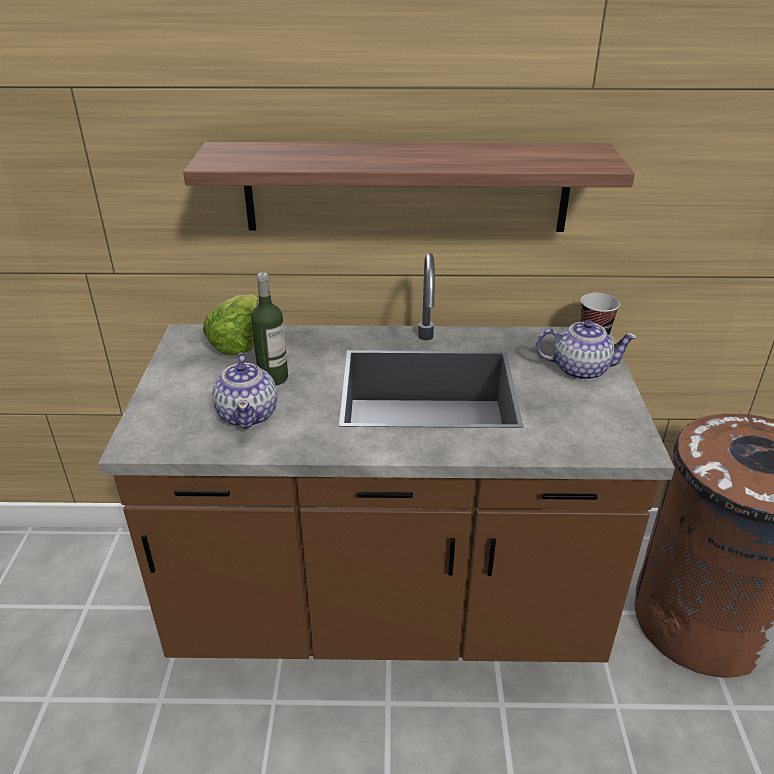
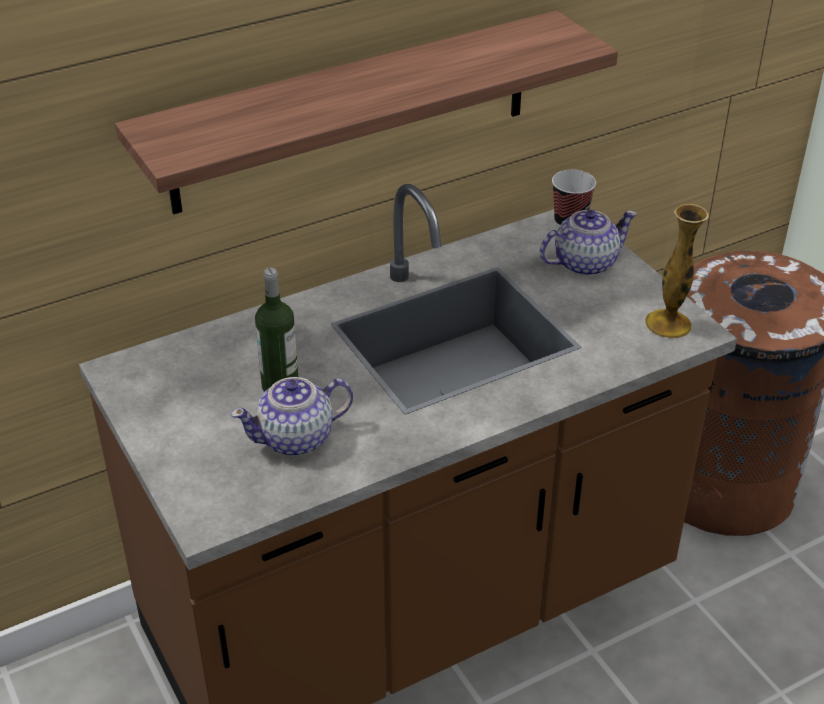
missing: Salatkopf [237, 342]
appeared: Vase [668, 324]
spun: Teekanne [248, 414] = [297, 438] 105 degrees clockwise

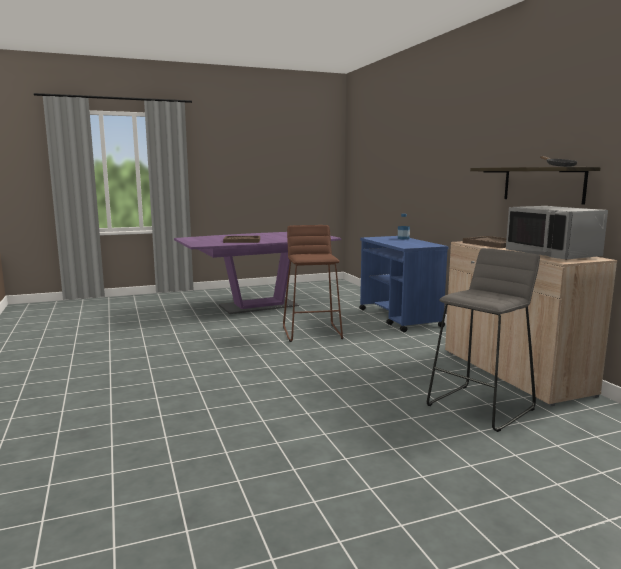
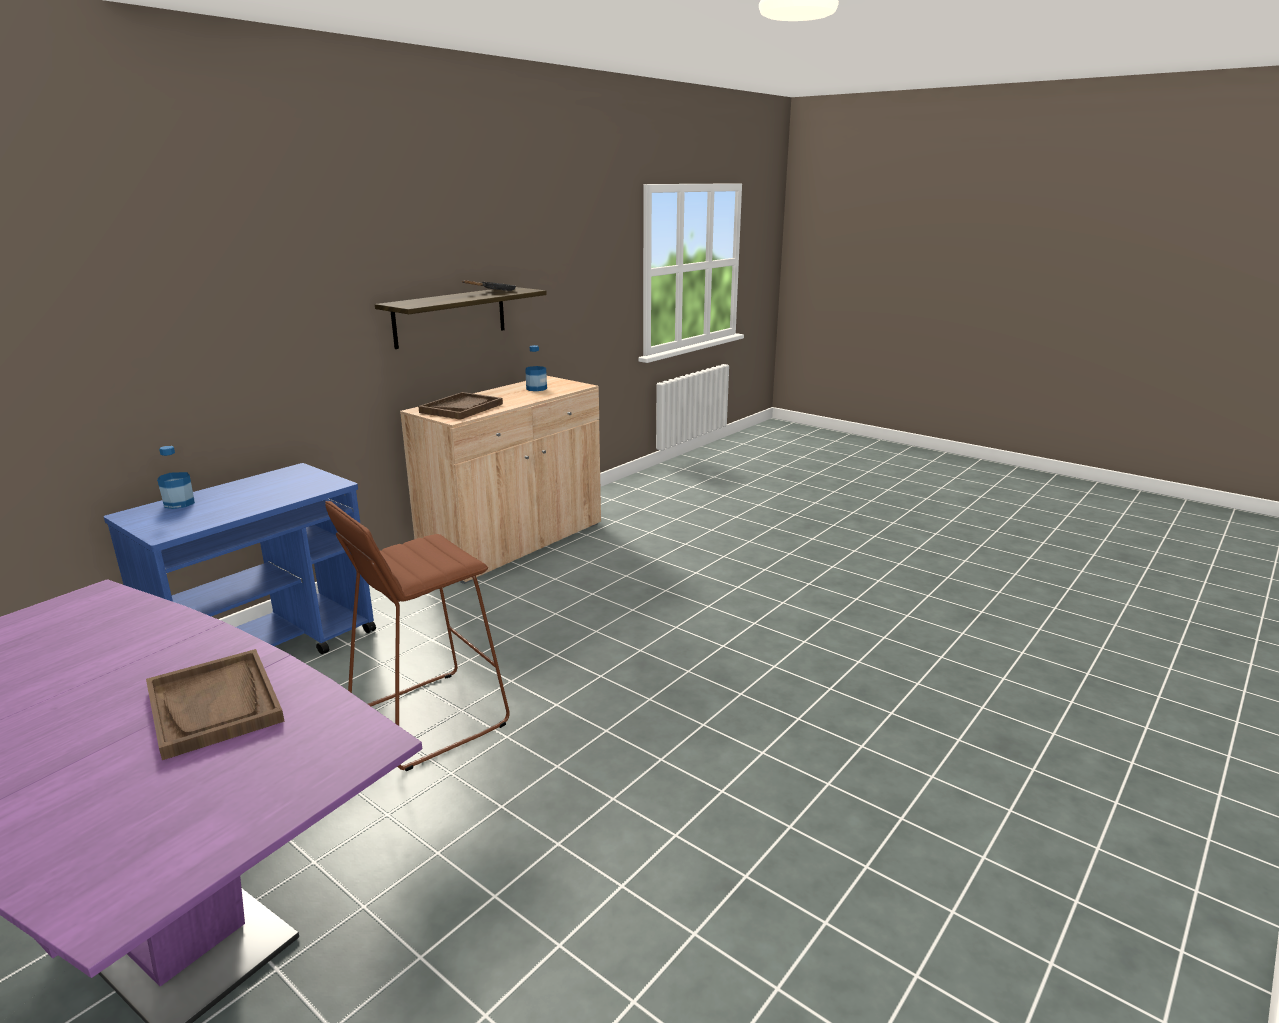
missing: Hocker [grau] [480, 407]
exchanged: Mikrowelle [grau] [553, 254] to Flasche [536, 388]

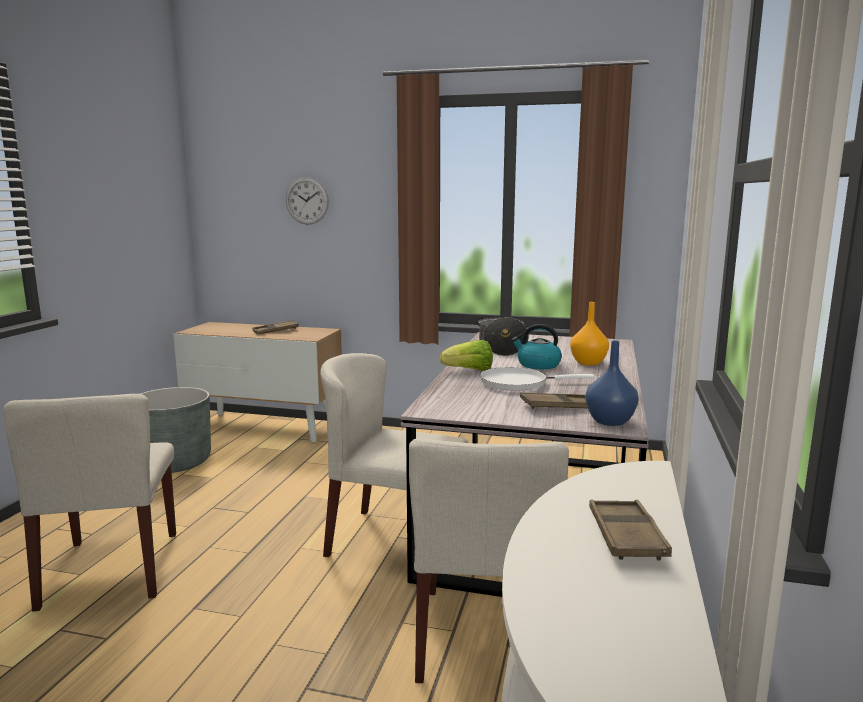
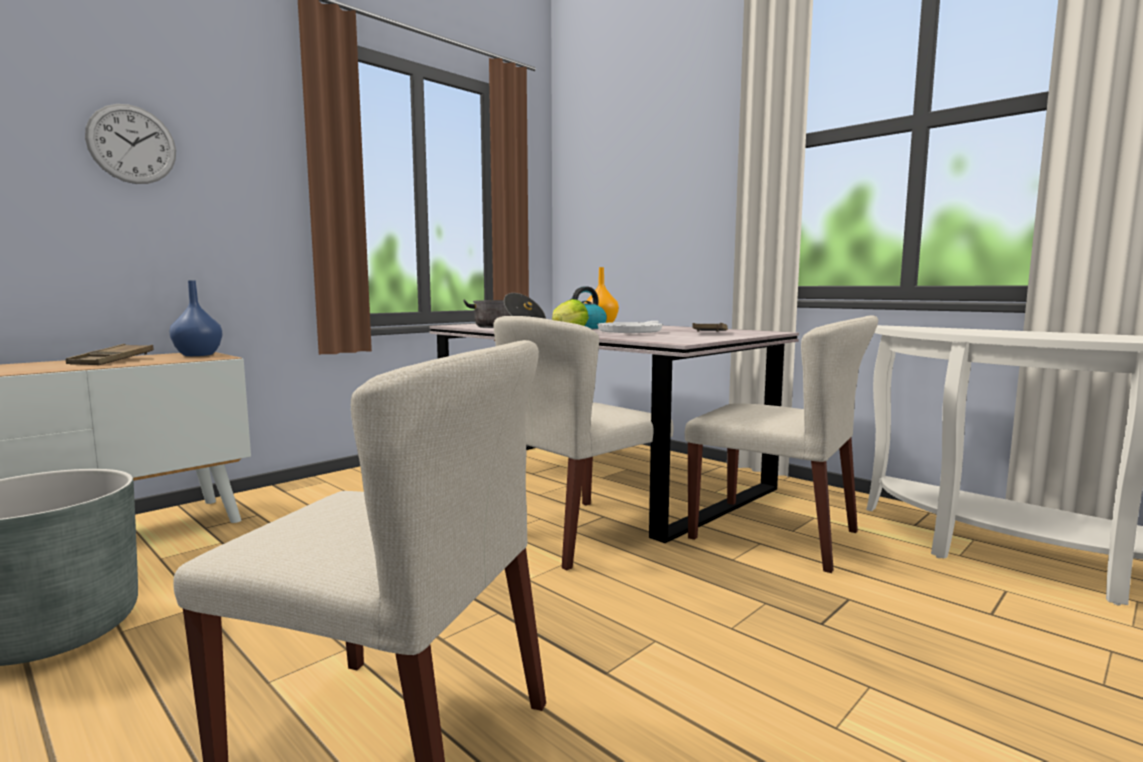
missing: Tablett [braun] [626, 536]
relocated: Vase [blau] [610, 422] to [199, 355]

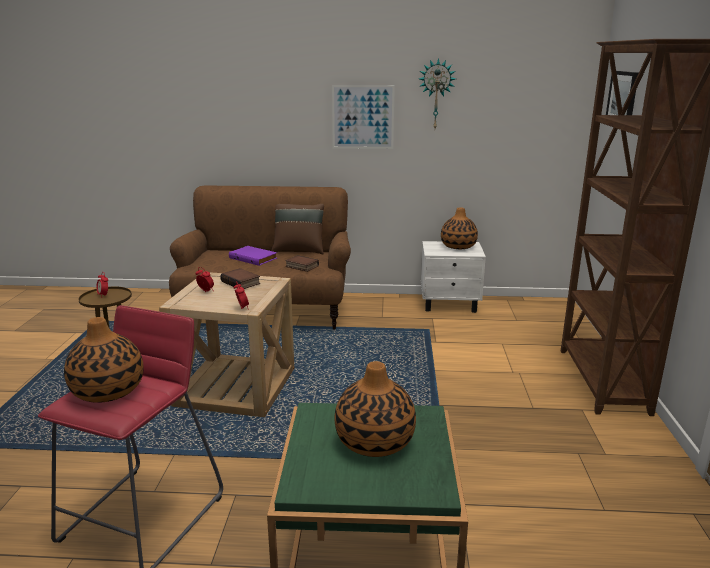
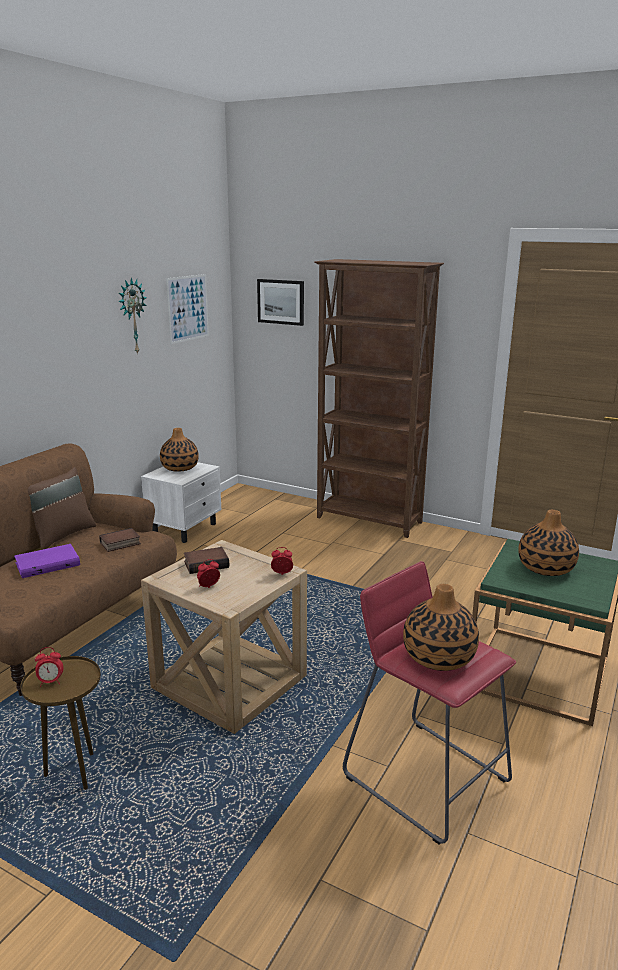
relocated: Bild [363, 117] to [188, 308]

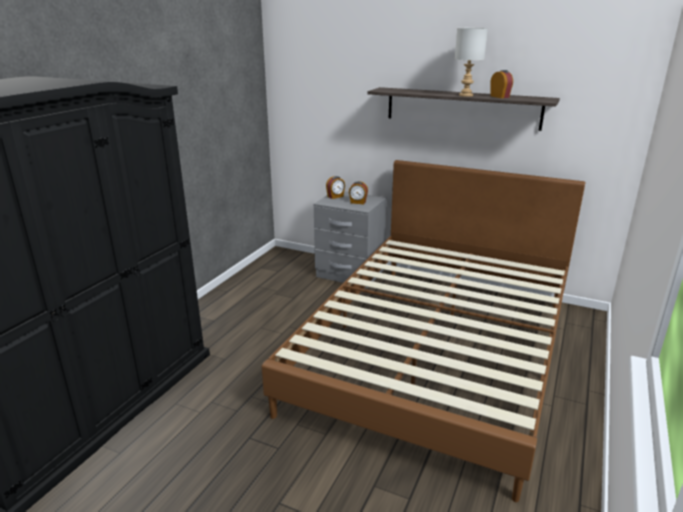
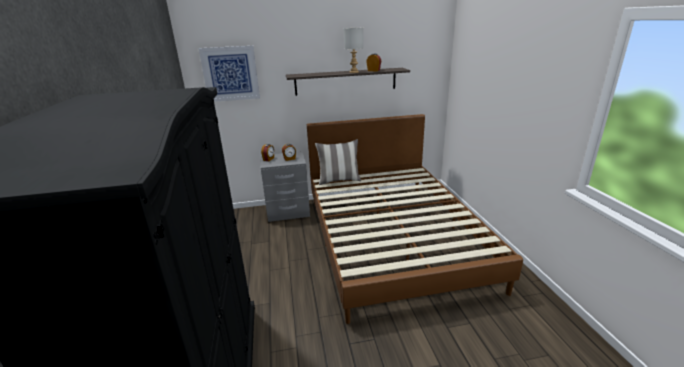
appeared: Bild [230, 74]; Kissen [339, 180]

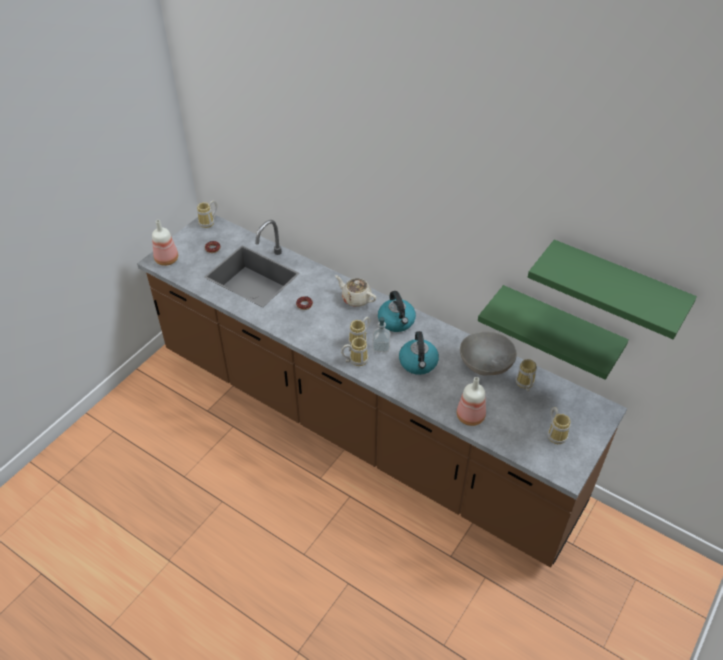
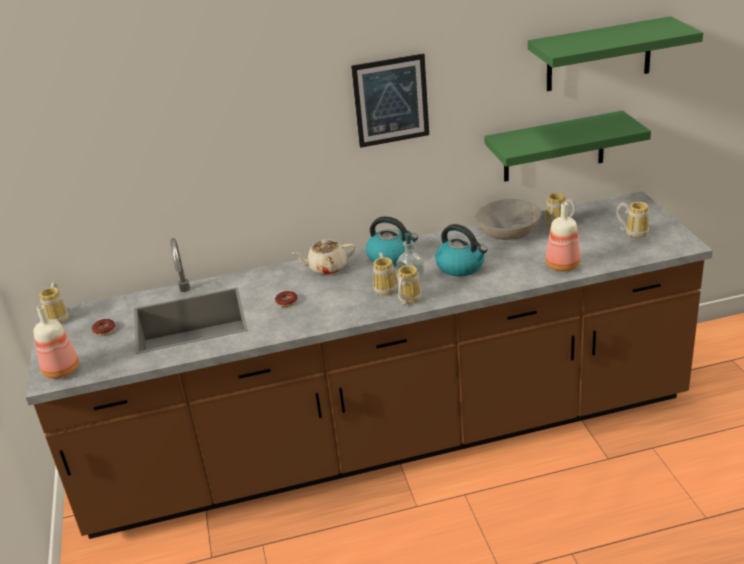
appeared: Bild [391, 100]

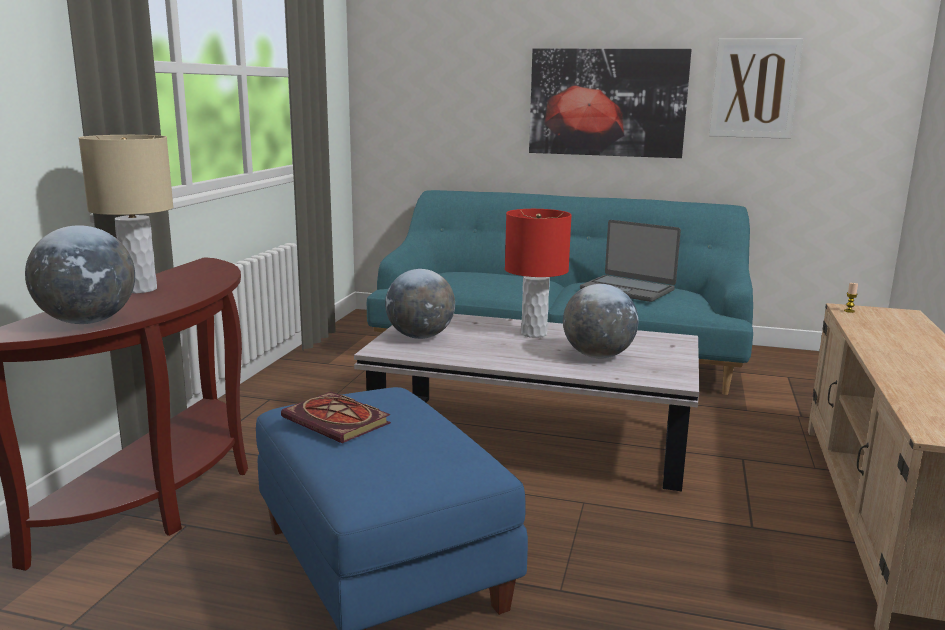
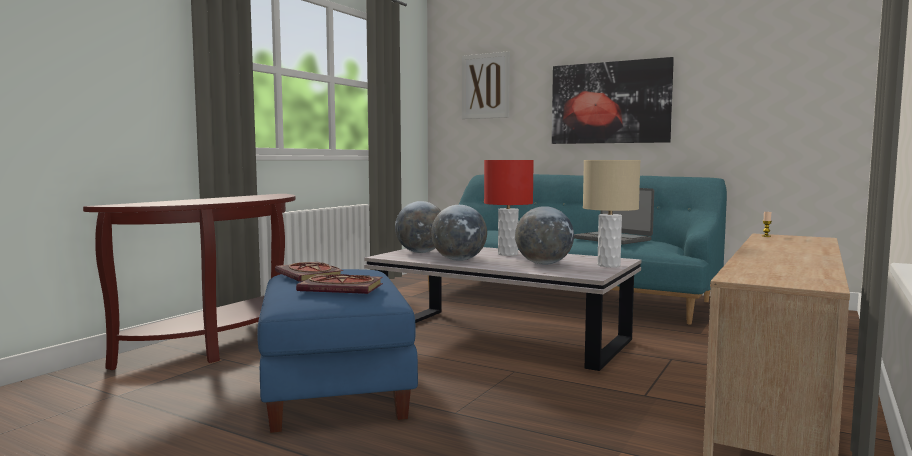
appeared: Buch [343, 288]
relocated: Globus [88, 322] to [459, 260]; Tischlampe [beige] [139, 289] to [608, 265]; Bild [754, 88] to [485, 86]

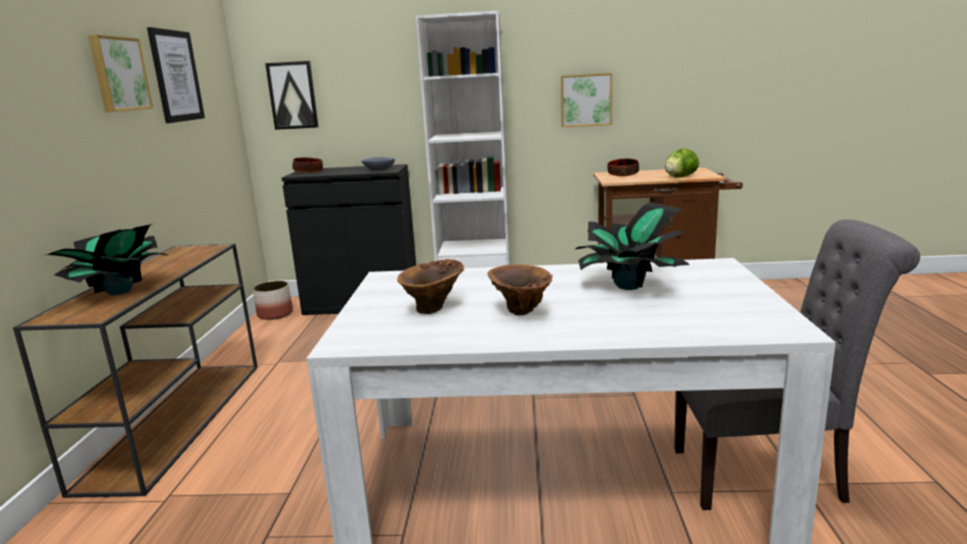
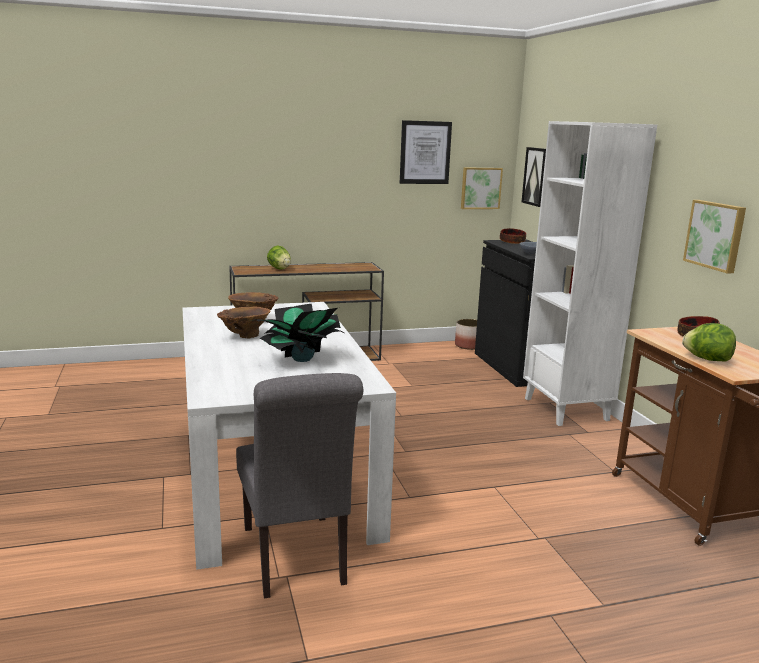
relocated: Bild [118, 74] to [480, 188]
exchanged: Topfpflanze [118, 292] to Salatkopf [279, 269]

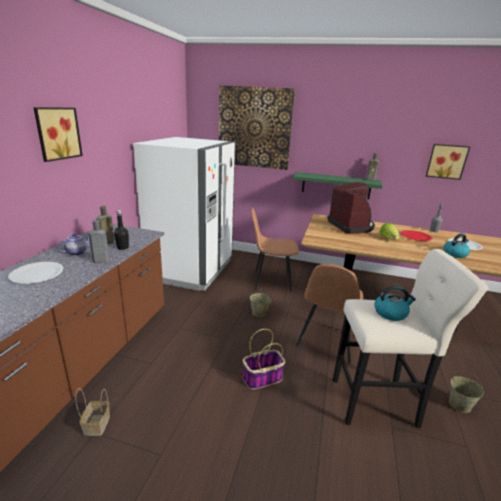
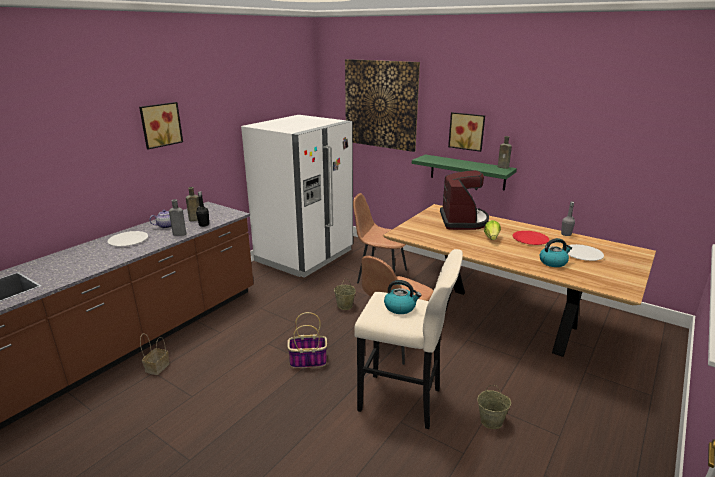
relocated: Bild [446, 161] to [467, 131]

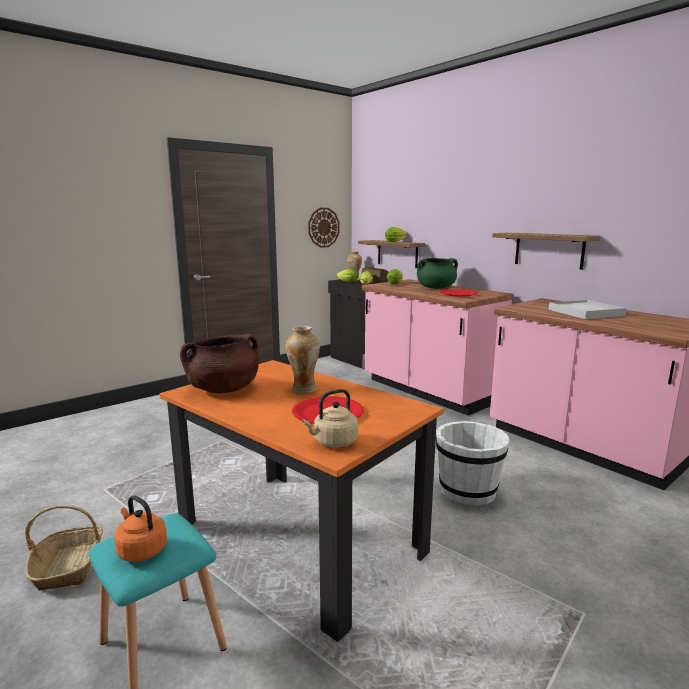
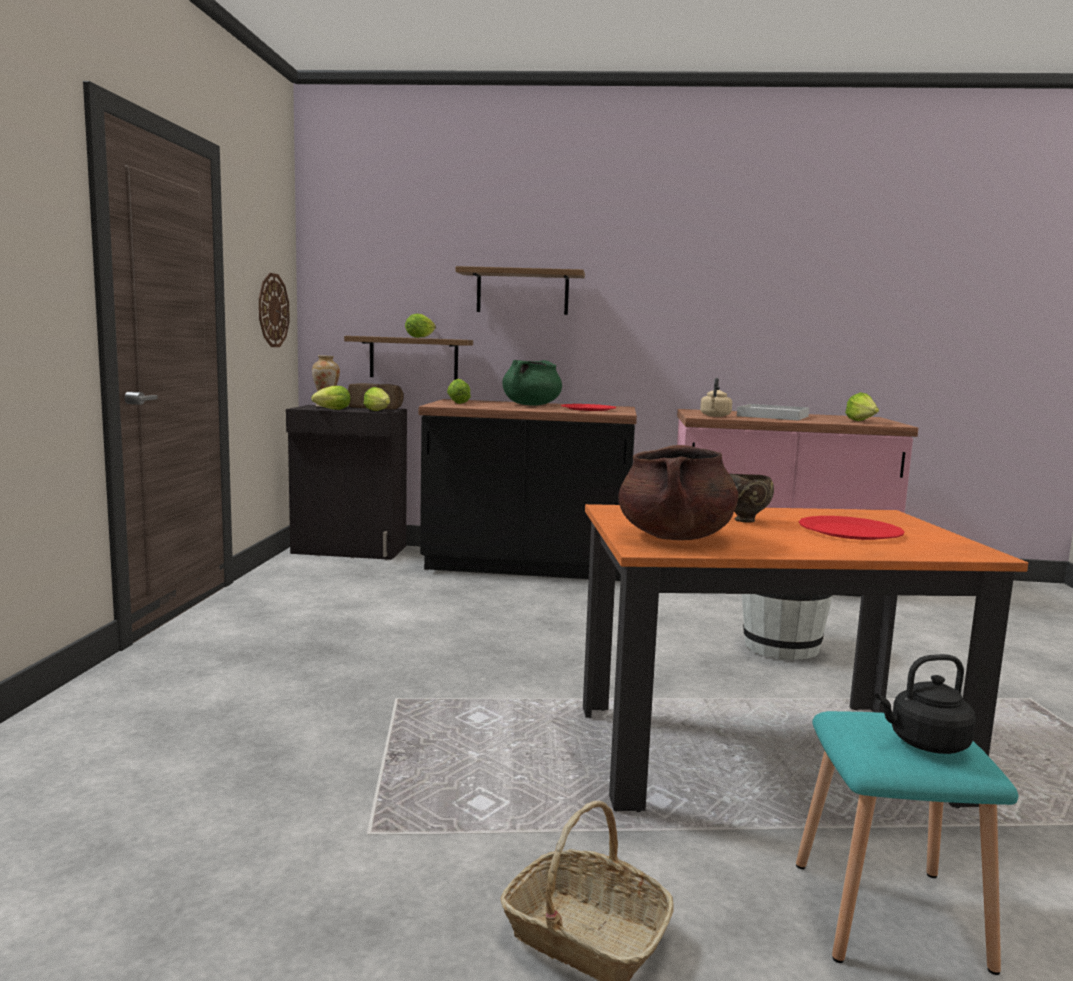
appeared: Salatkopf [862, 422]
relocated: Wasserkessel [beige] [333, 442] to [715, 416]; Wandregal [549, 250] to [522, 292]
exchanged: Vase [304, 389] to Schüssel [braun] [745, 520]
colour: Wasserkessel [orange] [141, 550] to Wasserkessel [schwarz] [925, 743]; Küchenzeile [rosa] [428, 391] to Küchenzeile [schwarz] [527, 566]

